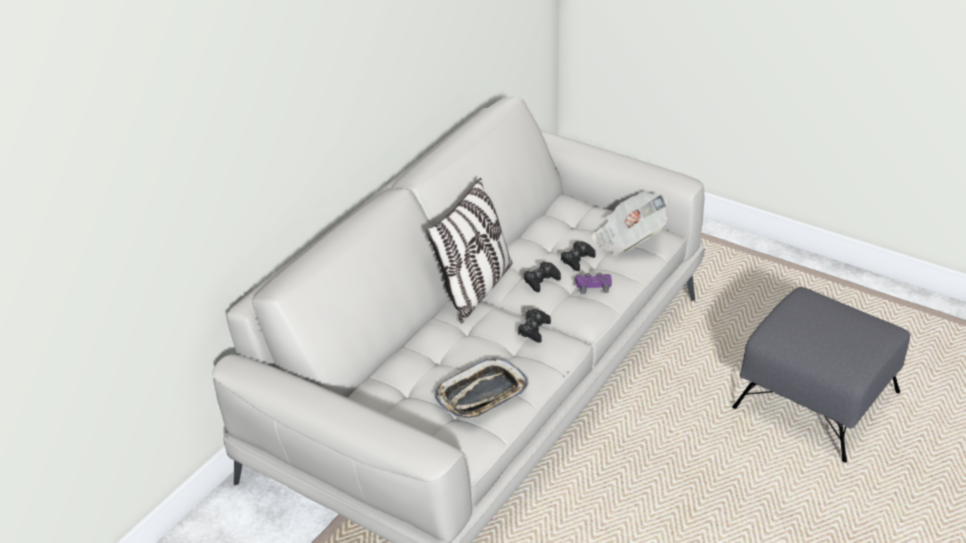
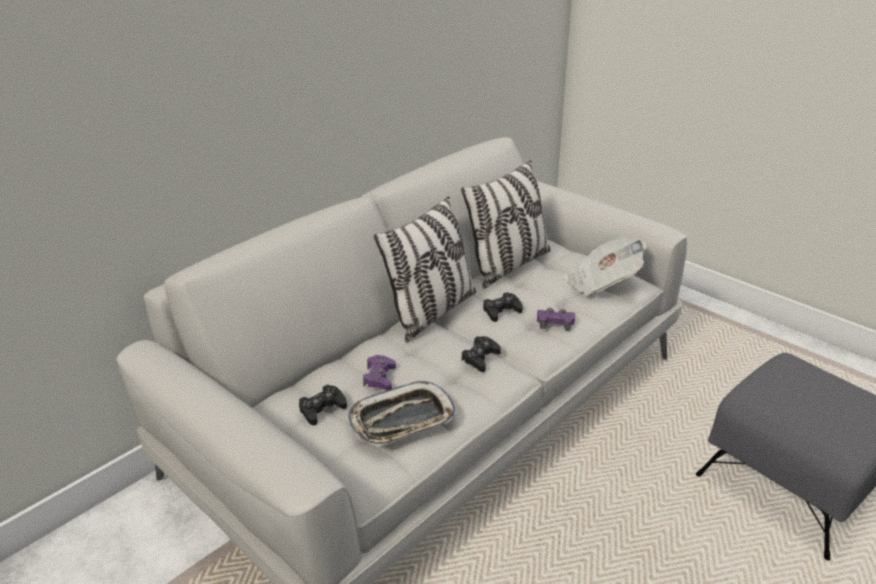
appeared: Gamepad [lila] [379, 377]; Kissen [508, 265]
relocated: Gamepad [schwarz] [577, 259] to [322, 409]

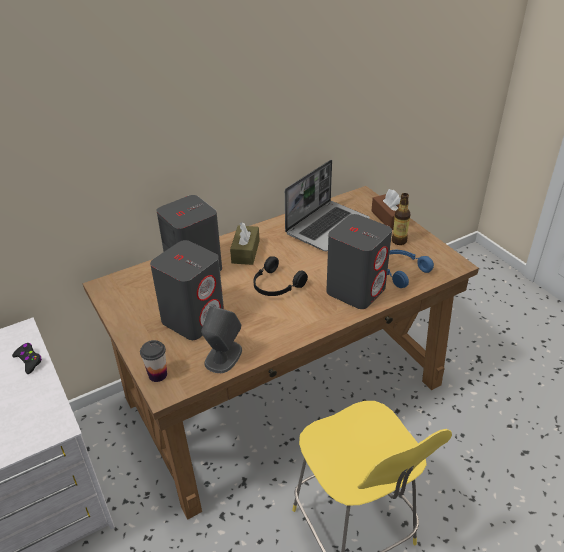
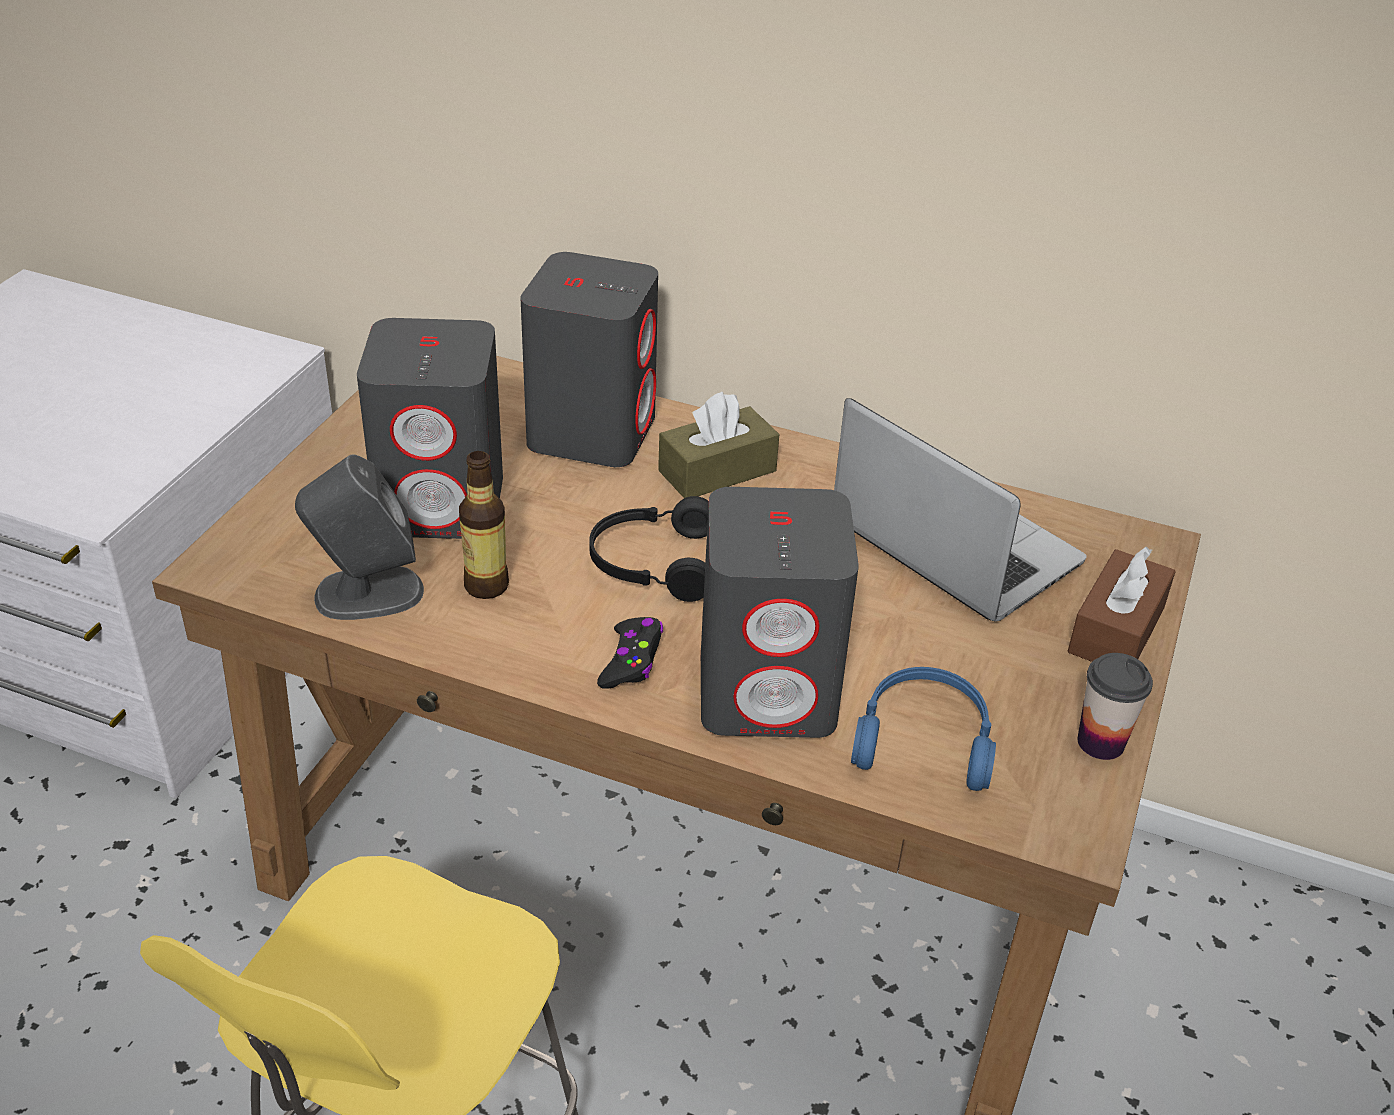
relocated: Gamepad [schwarz] [29, 360] to [631, 661]; Tasse [157, 375] to [1100, 742]; Flasche [399, 241] to [486, 586]
spun: Laptop [327, 226] = [950, 544] 135 degrees counterclockwise

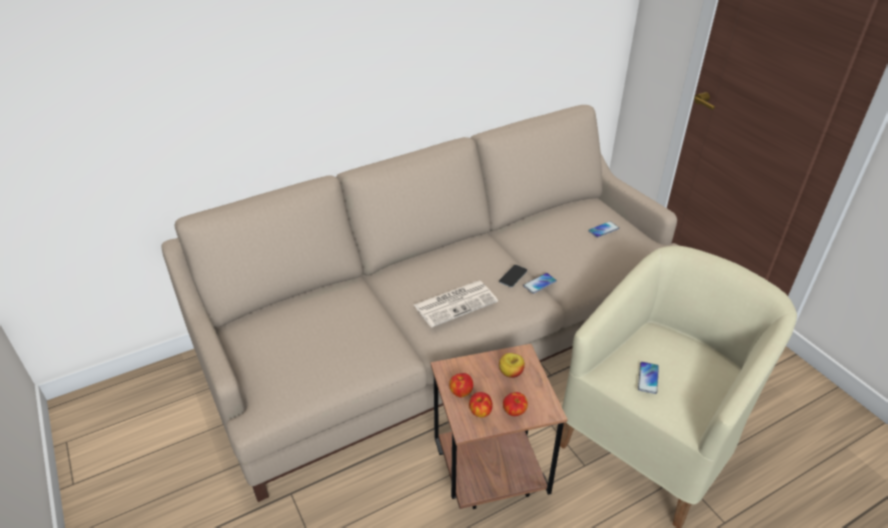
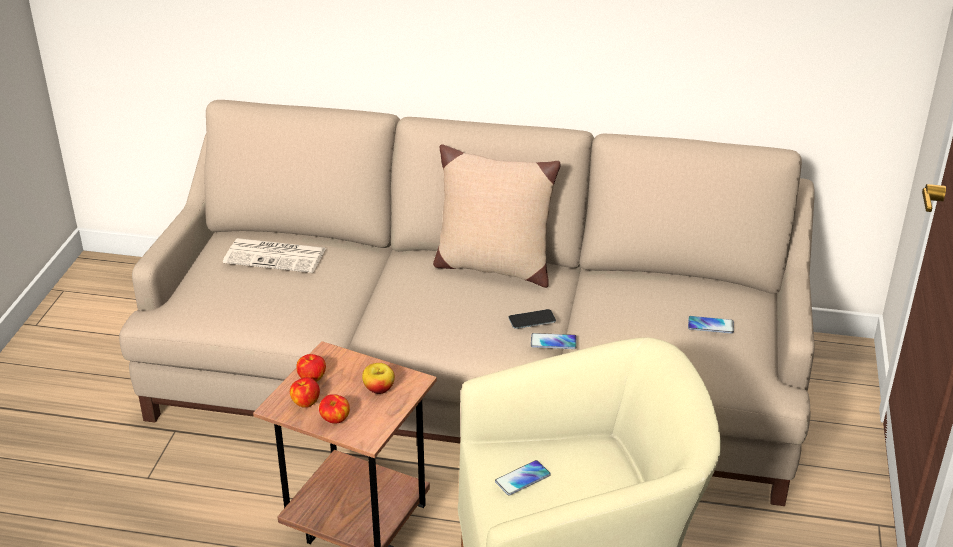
appeared: Kissen [beige] [493, 267]
relocated: Zeitung [456, 303] to [276, 256]

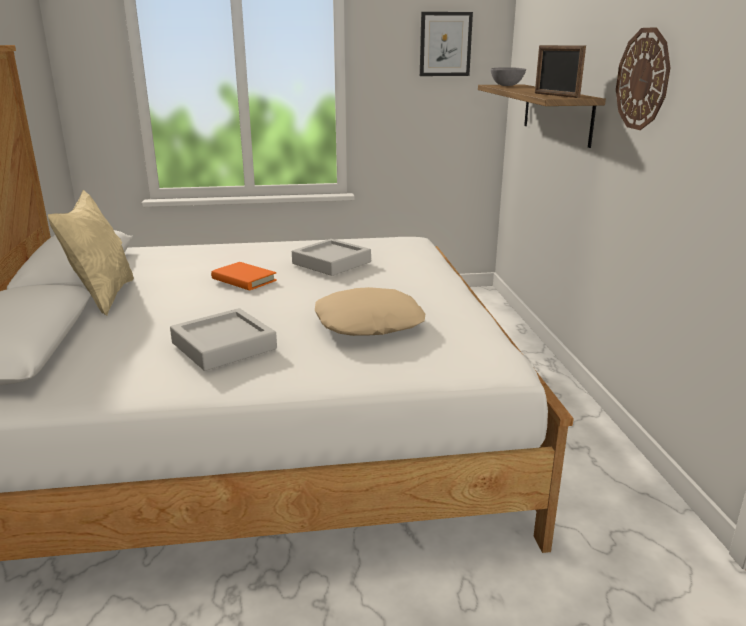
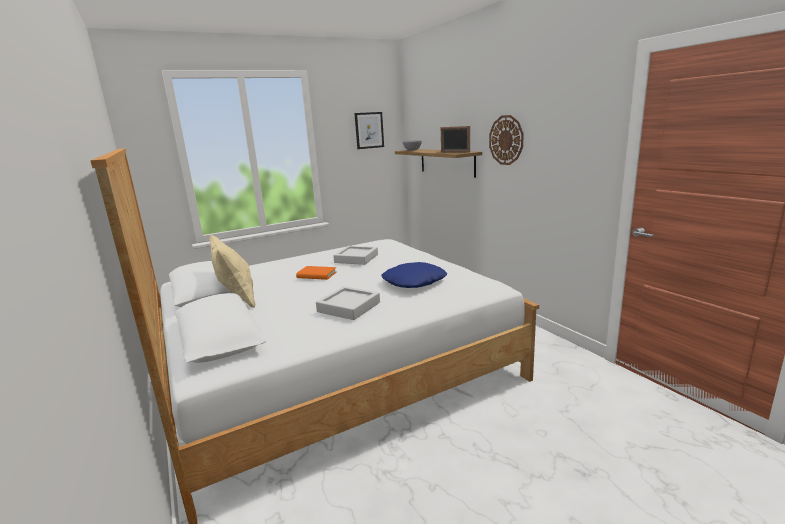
colour: Kissen [beige] [368, 322] to Kissen [blau] [414, 281]

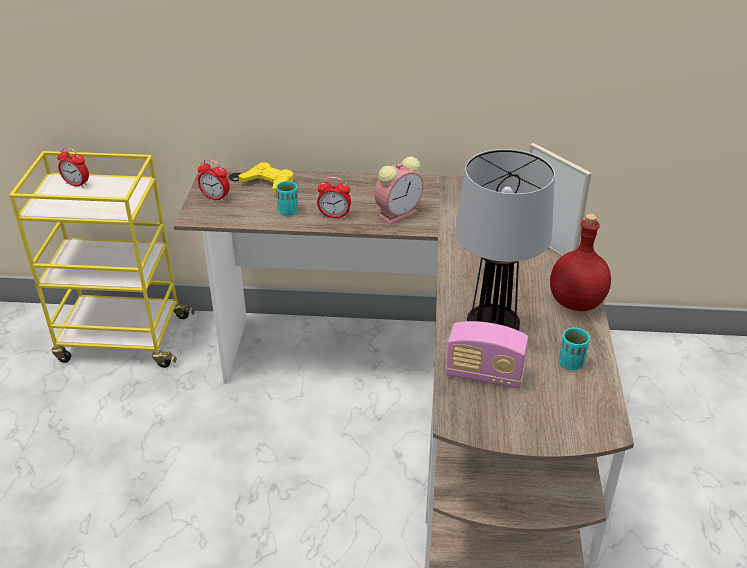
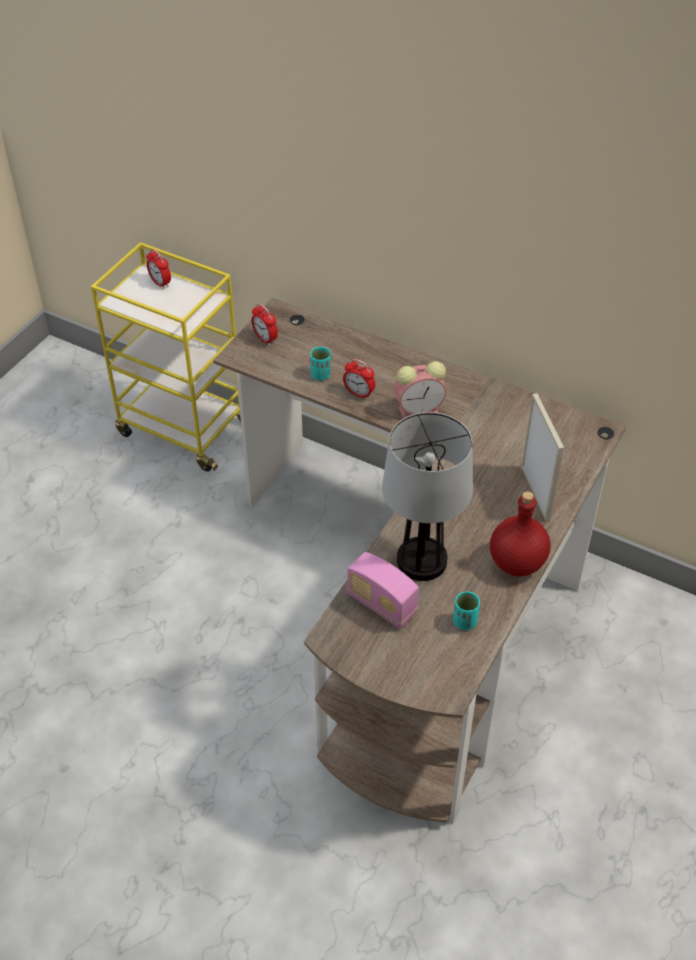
missing: Gamepad [gelb] [268, 182]

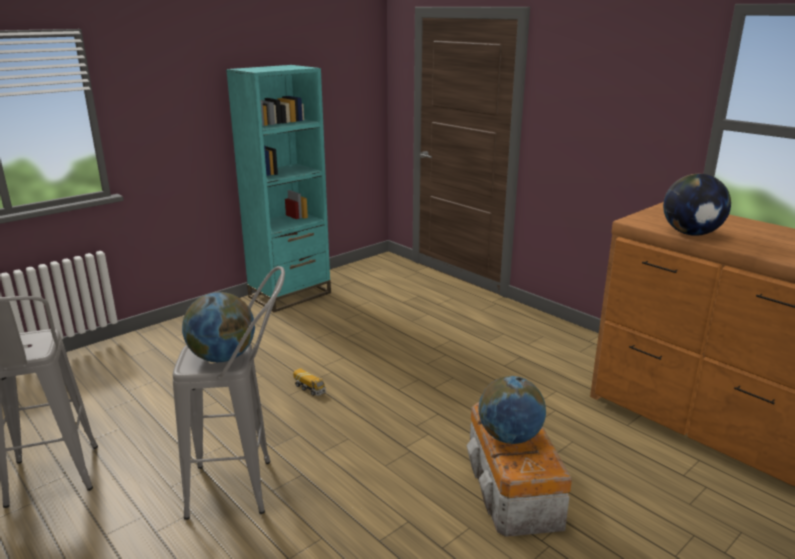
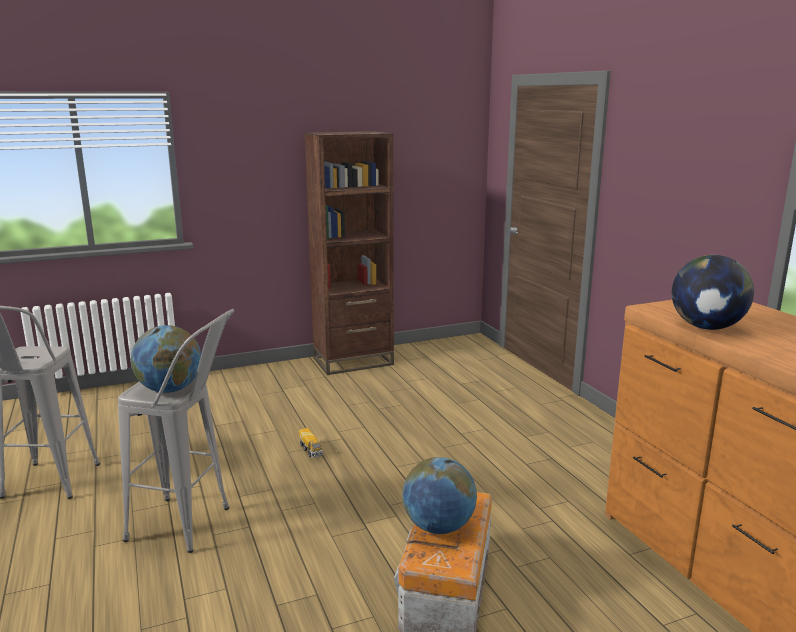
colour: Bücherregal [türkis] [290, 295] to Bücherregal [braun] [353, 361]

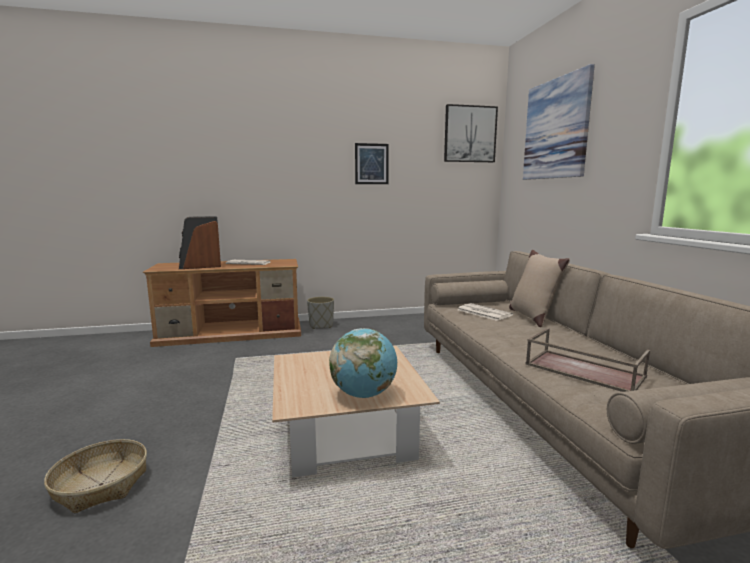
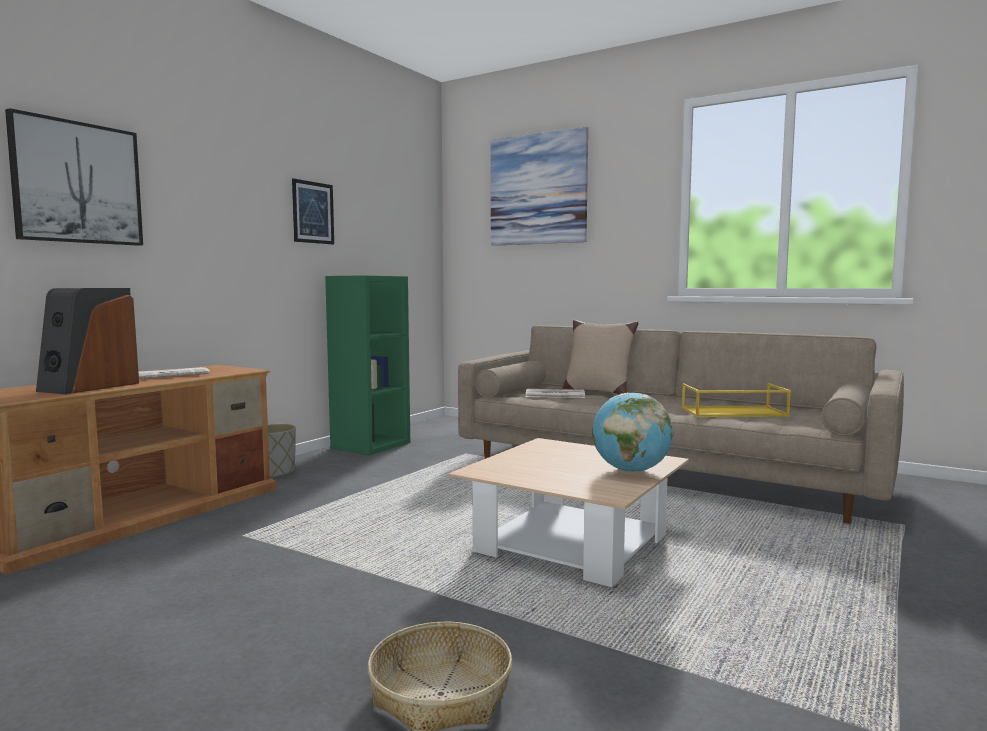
appeared: Bücherregal [grün] [371, 445]
relocated: Bild [470, 134] to [77, 183]
colour: Tablett [braun] [582, 370] to Tablett [gelb] [733, 412]

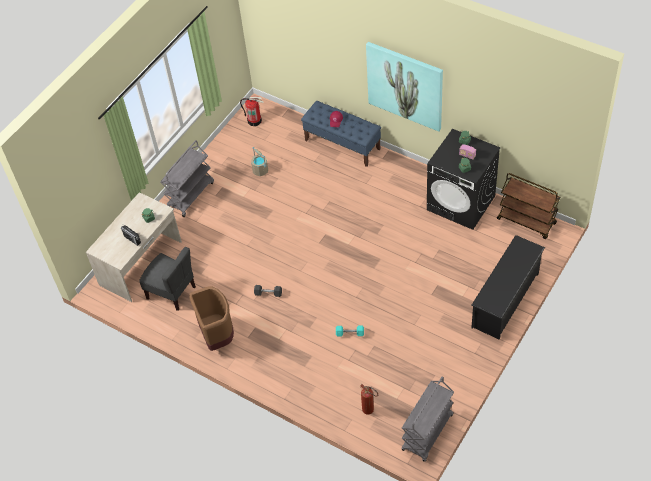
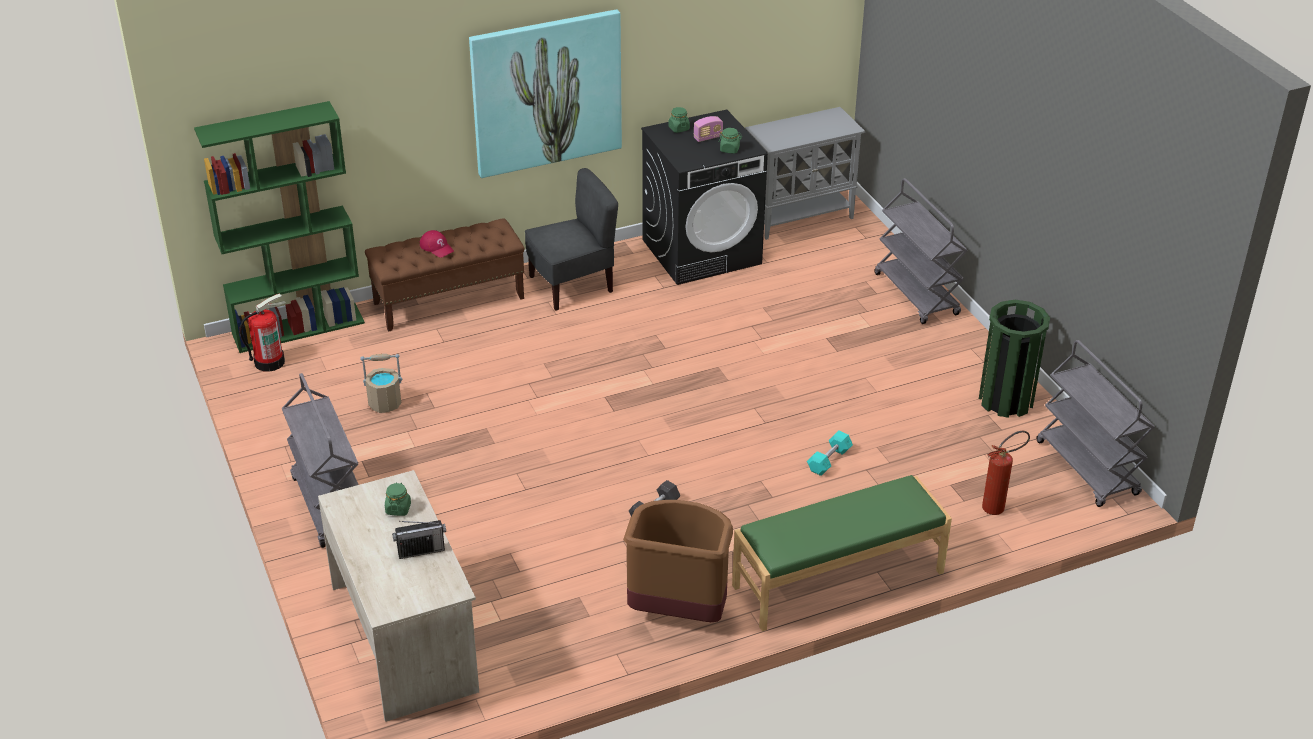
appeared: Bücherregal [grün] [299, 327]; Bank [grün] [838, 580]; Mülleimer [grün] [1006, 400]
relocated: Stuhl [grau] [172, 292] to [572, 285]
exchanged: Schuhregal [schwarz] [505, 300] to Rollwagen [grau] [917, 295]; Rollwagen [braun] [527, 221] to Schrank [grau] [800, 217]
colour: Bank [blau] [342, 144] to Bank [braun] [449, 300]

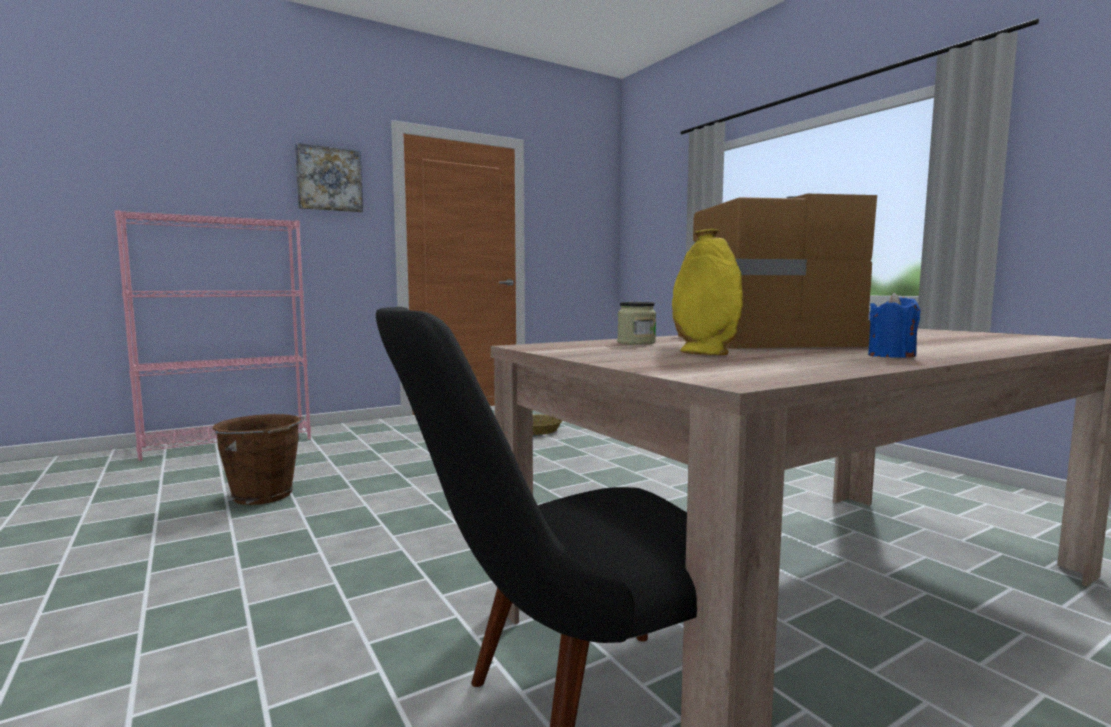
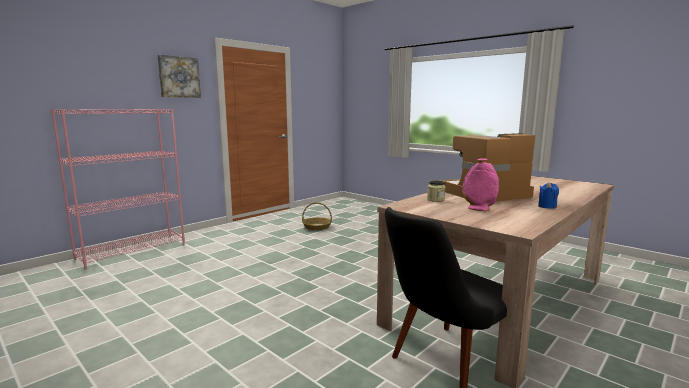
missing: Eimer [braun] [263, 496]
colour: Vase [gelb] [703, 353] to Vase [rosa] [478, 209]

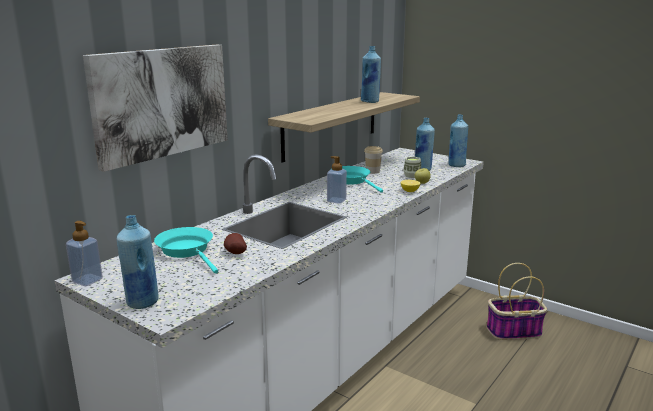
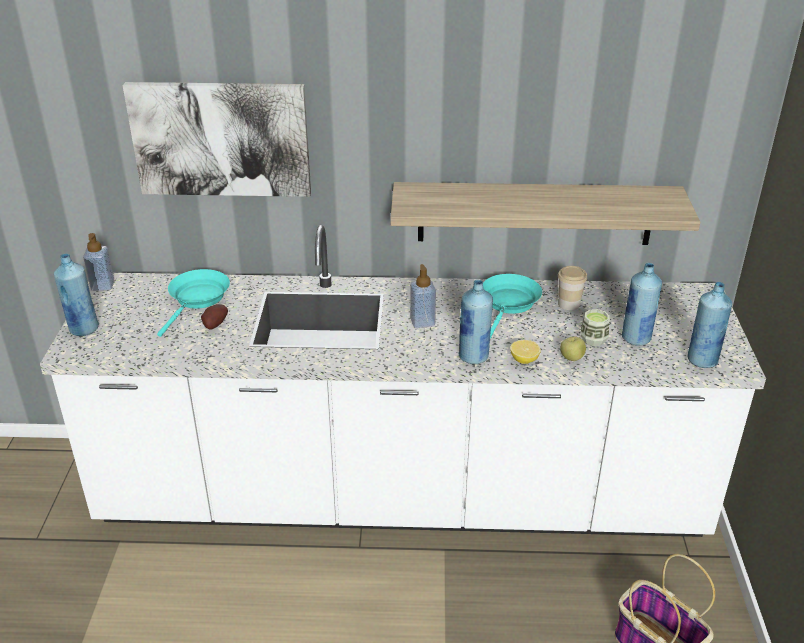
relocated: Flasche [blau] [370, 101] to [473, 357]

